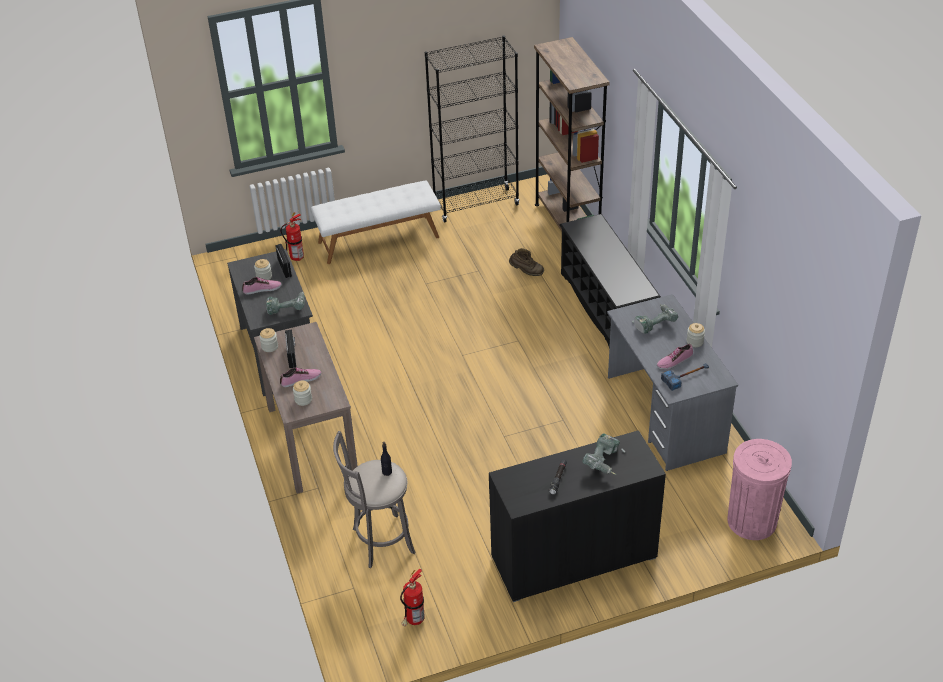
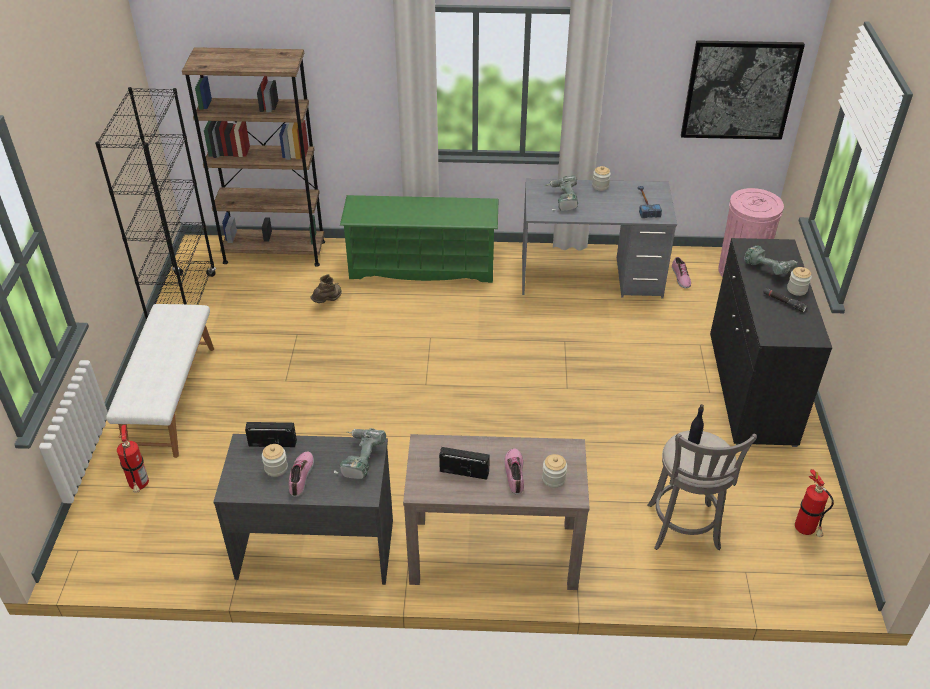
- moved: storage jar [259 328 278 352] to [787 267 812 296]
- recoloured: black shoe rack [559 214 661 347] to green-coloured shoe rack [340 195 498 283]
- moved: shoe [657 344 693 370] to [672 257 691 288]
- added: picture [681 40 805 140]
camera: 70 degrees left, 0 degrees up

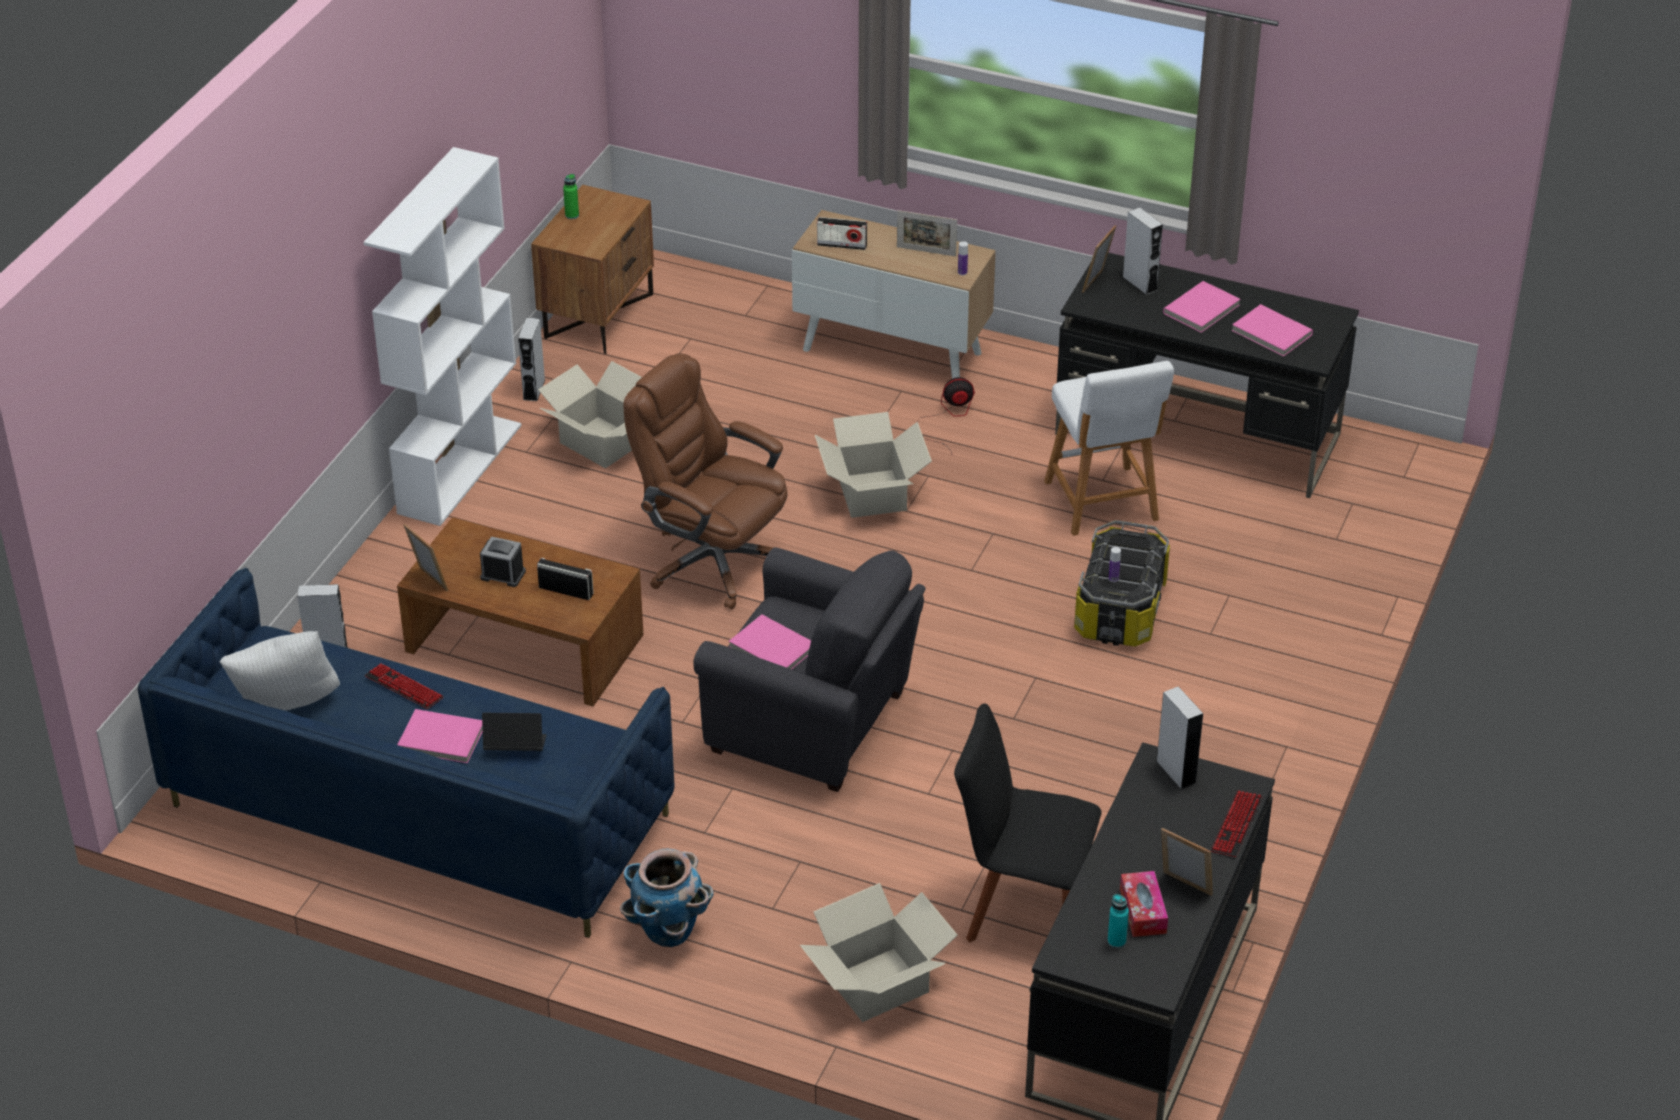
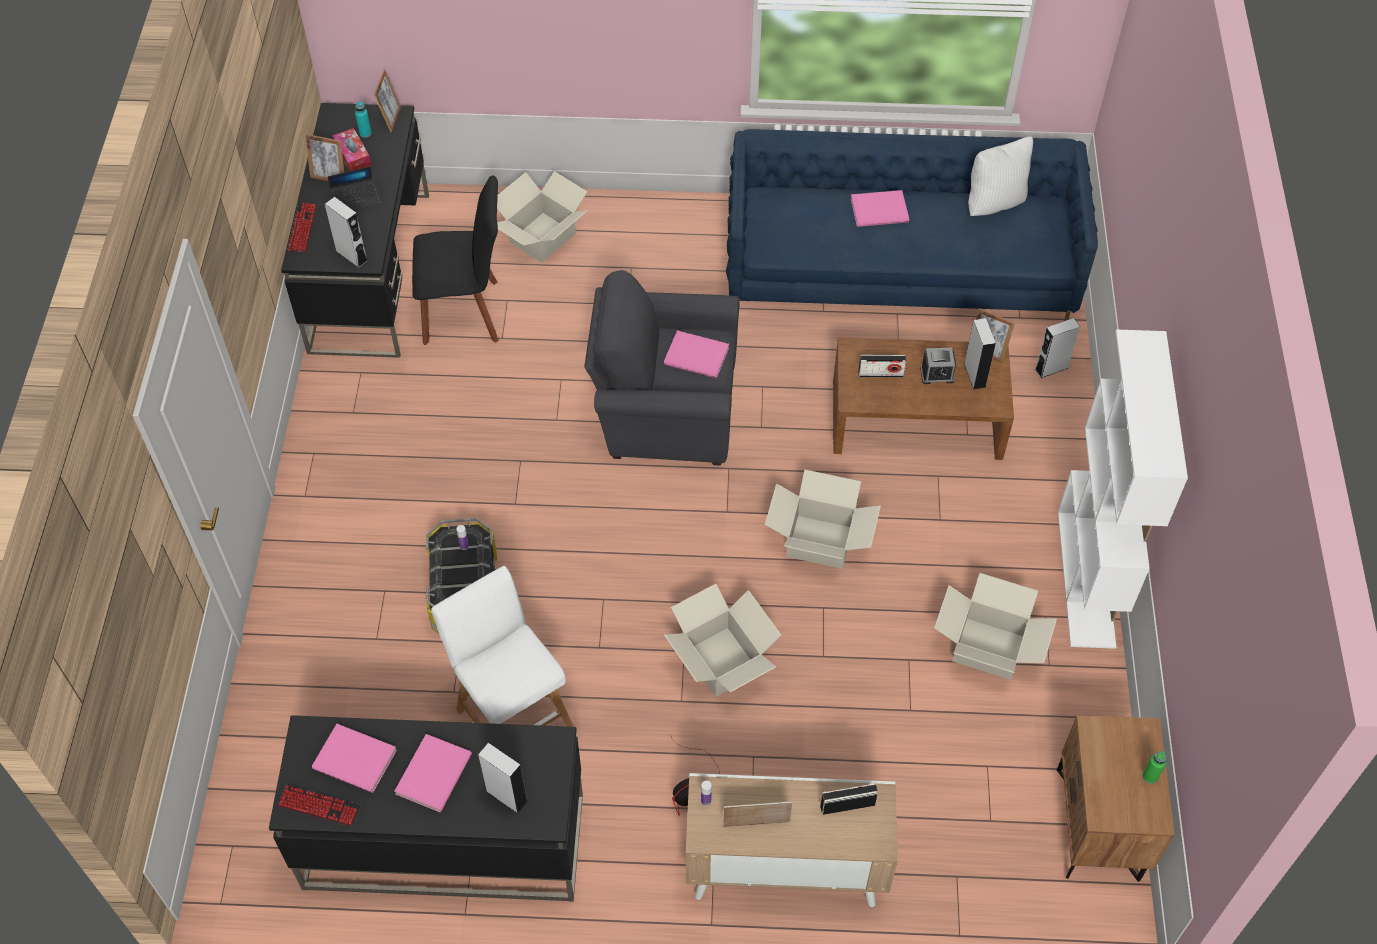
- moved: computer keyboard [365 663 444 709] to [277 785 361 827]
- moved: notebook computer [482 713 547 751] to [328 166 380 210]
- moved: greyish speaker [518 318 545 401] to [964 318 996 390]
- removed: flower pot [620 849 714 947]
- replaced: brown-coloured desk chair [624 353 788 610] to carton [765 470 881 569]
- moved: standing frame [1082 225 1116 293] to [374 69 401 132]
camera: 160 degrees right, 15 degrees up

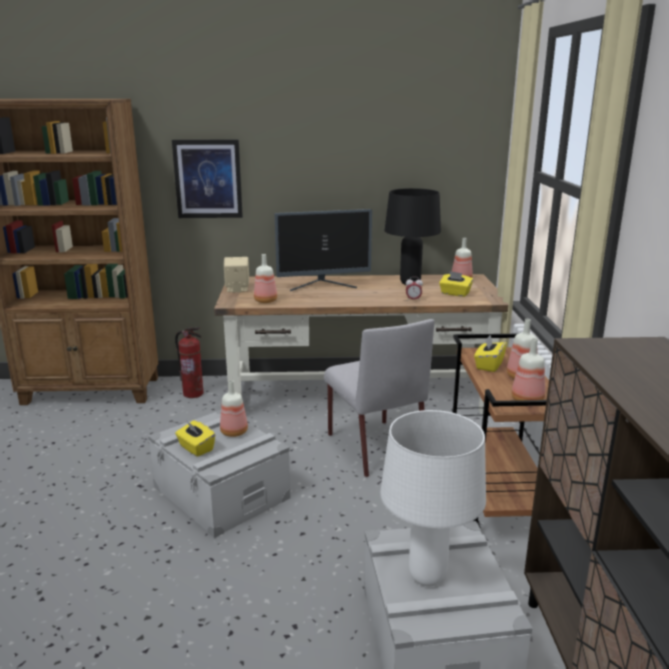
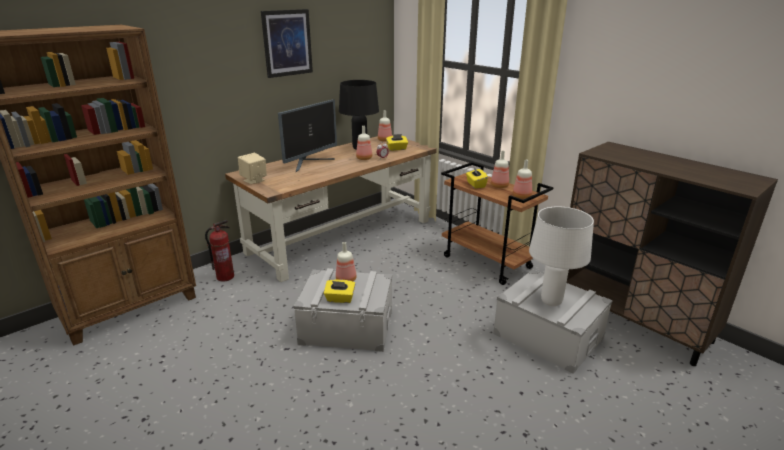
- moved: picture [172 140 243 218] to [261 9 313 78]
- moved: drink bottle [254 254 277 303] to [356 126 372 160]
- removed: greyish plain chair [324 319 435 477]
camera: 40 degrees left, 5 degrees up

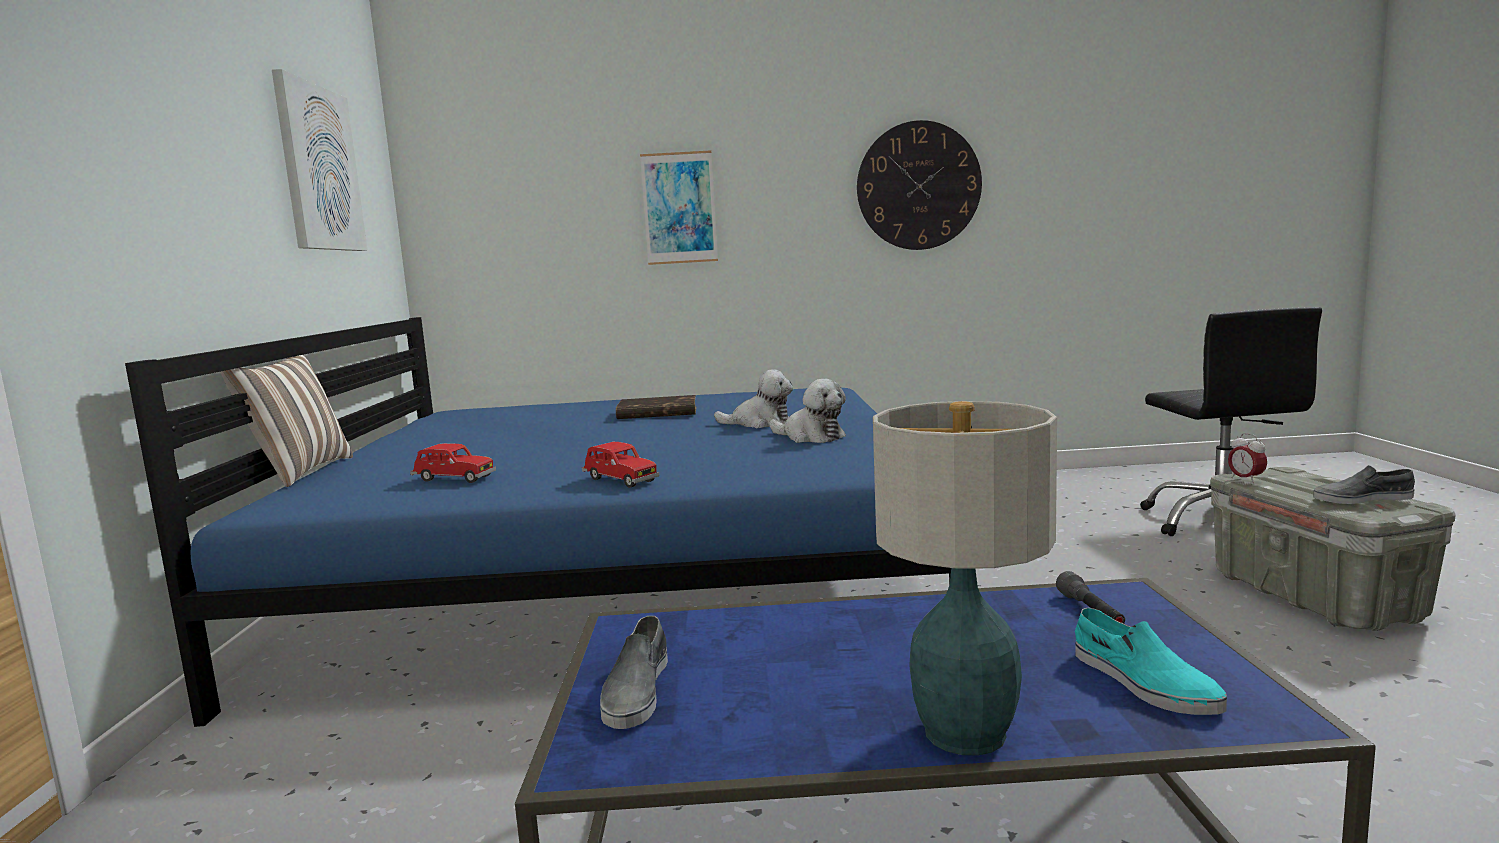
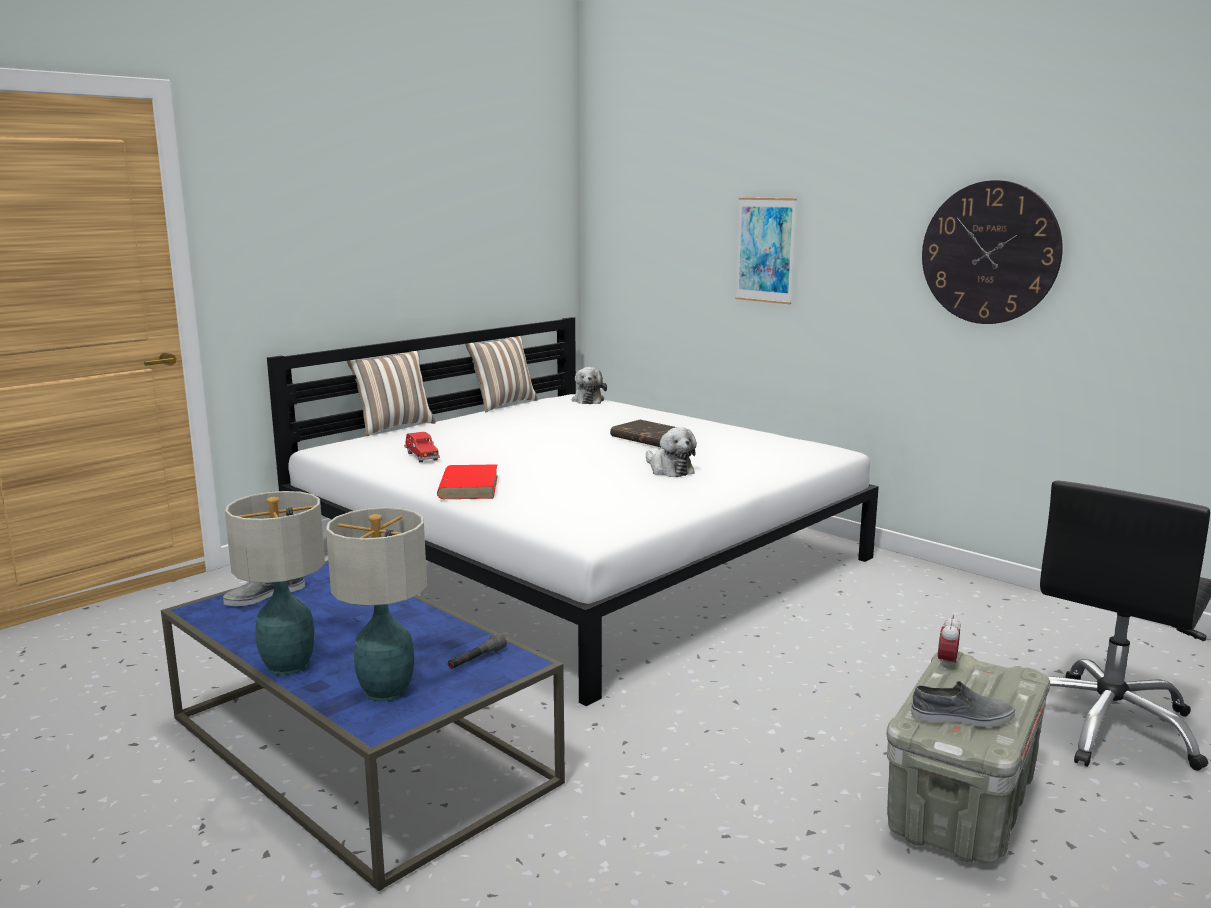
- recoloured: bluish bedroom bed [125 317 951 727] to white bedroom bed [267 317 879 706]
- removed: picture [272 69 367 251]
- replaced: red-coloured miniature car [582 442 659 488] to red-coloured book [437 464 498 499]
- moved: cuddly toy [769 379 846 443] to [572 367 607 404]
- replaced: turquoise shoe [1075 608 1227 715] to table lamp [326 507 427 702]
- turned: greyish shoe [1313 465 1415 504] = [911 681 1015 727] 135 degrees clockwise
- added: cushion [465 336 538 412]
camera: 45 degrees right, 5 degrees up

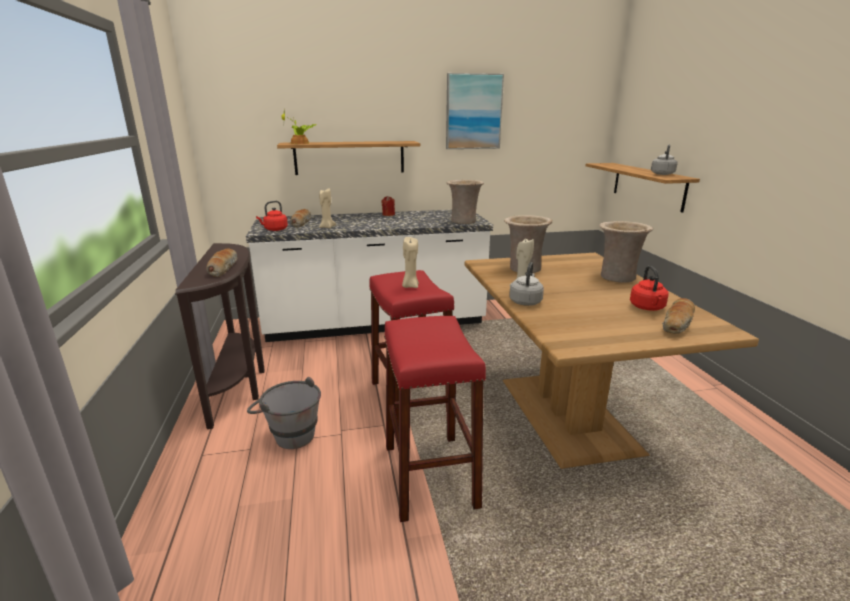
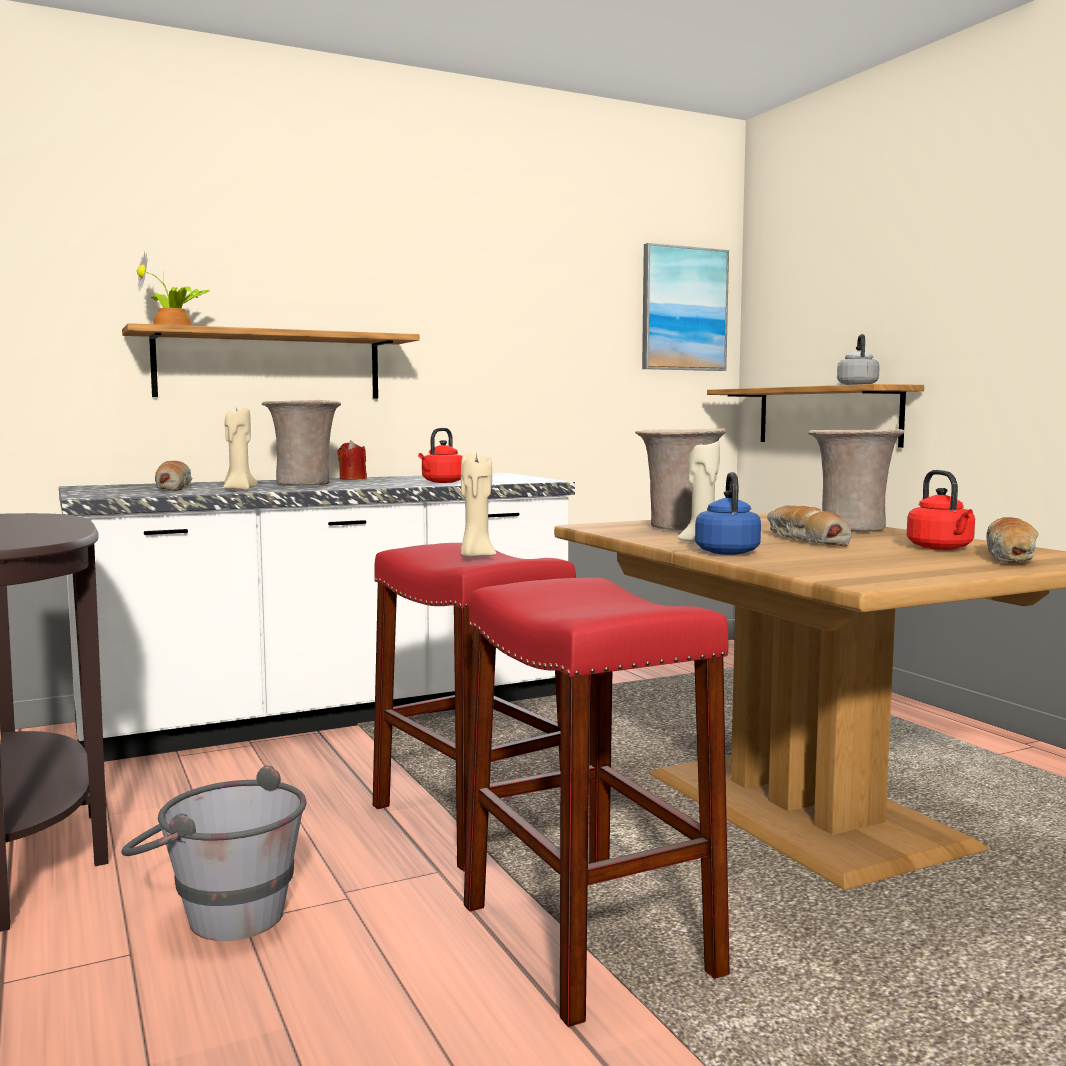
- moved: bakery bread [206 248 237 277] to [767 505 852 546]
- moved: red-coloured kettle [256 201 288 231] to [418 428 463 483]
- moved: picture [446 73 504 149] to [642 243 729 371]
- moved: beige vase [446 180 484 224] to [262 400 341 485]
- recoloured: greyish kettle [509 262 544 306] to bluish kettle [695 472 761 555]
camera: 15 degrees left, 15 degrees down

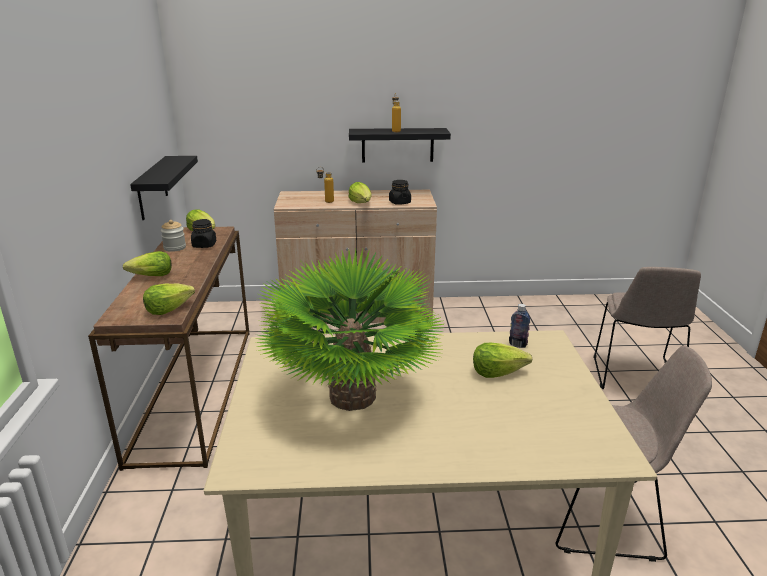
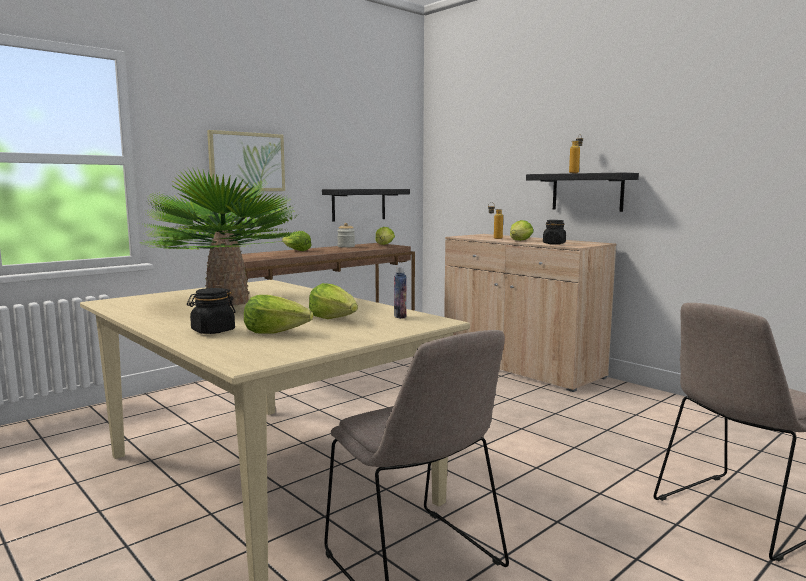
- moved: lettuce [143 283 195 315] to [244 295 313 334]
- moved: black storage jar [191 219 217 248] to [187 288 236 334]
- added: picture [207 130 285 191]
camera: 50 degrees right, 15 degrees down

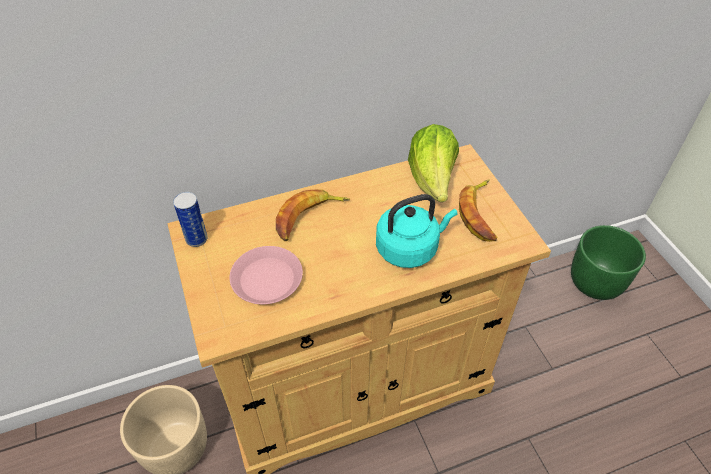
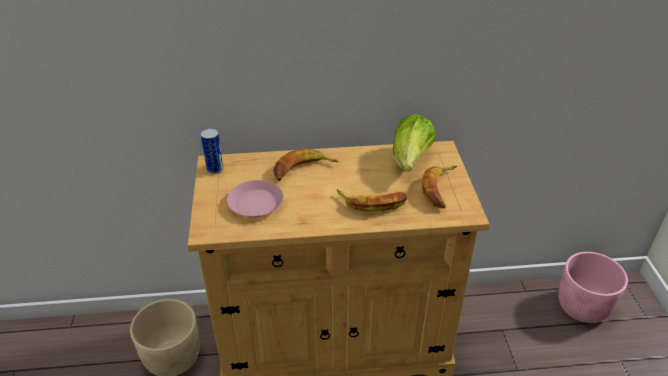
- replaced: turquoise kettle [376 194 458 268] to whole banana [337 189 408 211]
- recoloured: green-coloured flower pot [571 225 646 300] to pinkish flower pot [558 252 628 323]
camera: 15 degrees right, 10 degrees down

